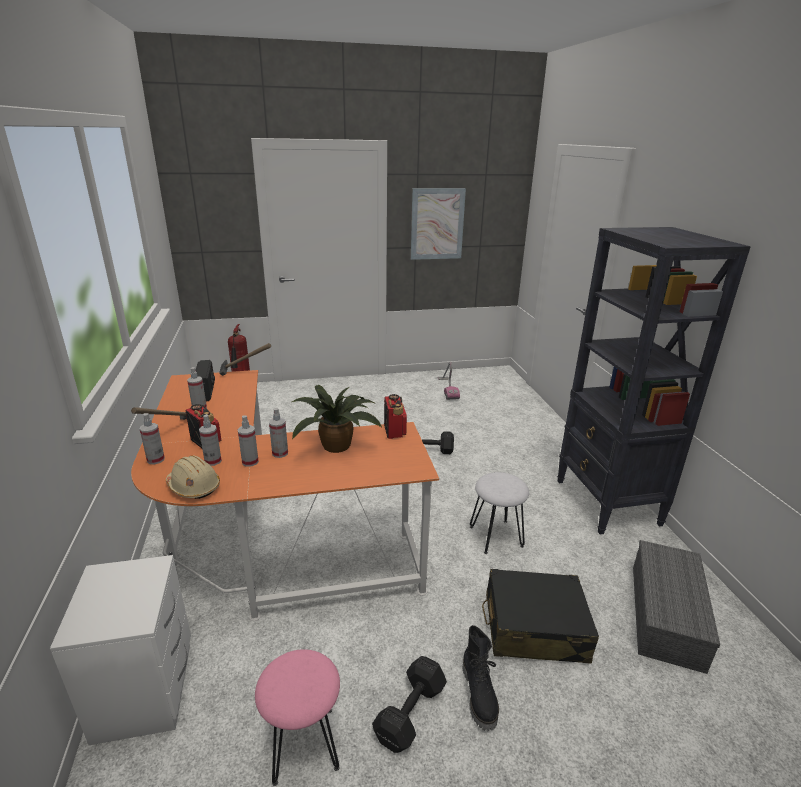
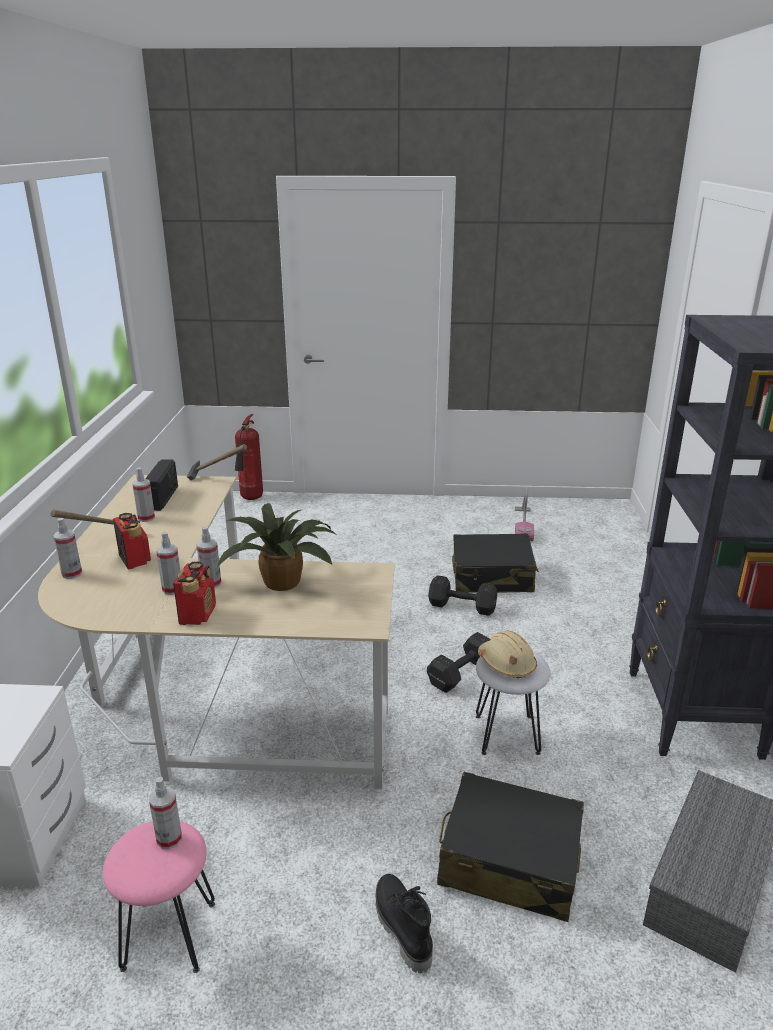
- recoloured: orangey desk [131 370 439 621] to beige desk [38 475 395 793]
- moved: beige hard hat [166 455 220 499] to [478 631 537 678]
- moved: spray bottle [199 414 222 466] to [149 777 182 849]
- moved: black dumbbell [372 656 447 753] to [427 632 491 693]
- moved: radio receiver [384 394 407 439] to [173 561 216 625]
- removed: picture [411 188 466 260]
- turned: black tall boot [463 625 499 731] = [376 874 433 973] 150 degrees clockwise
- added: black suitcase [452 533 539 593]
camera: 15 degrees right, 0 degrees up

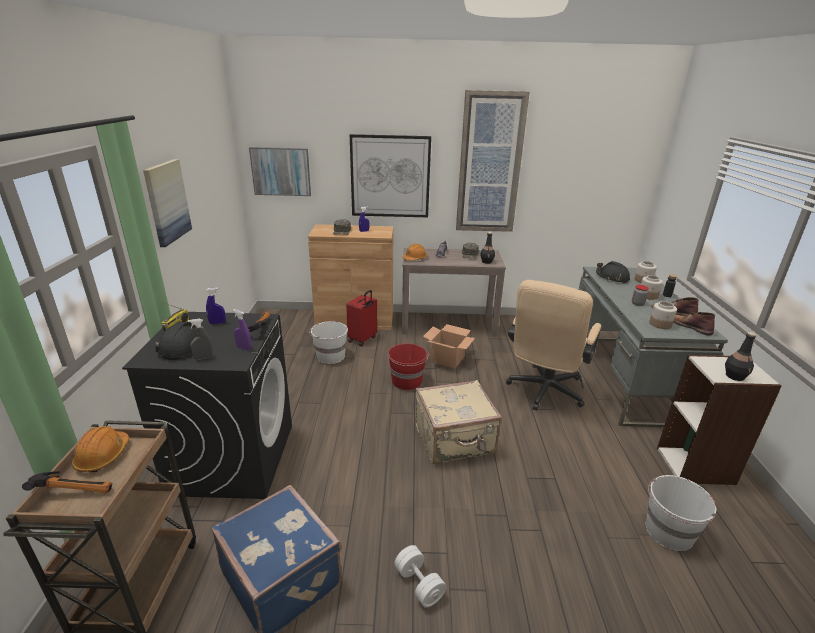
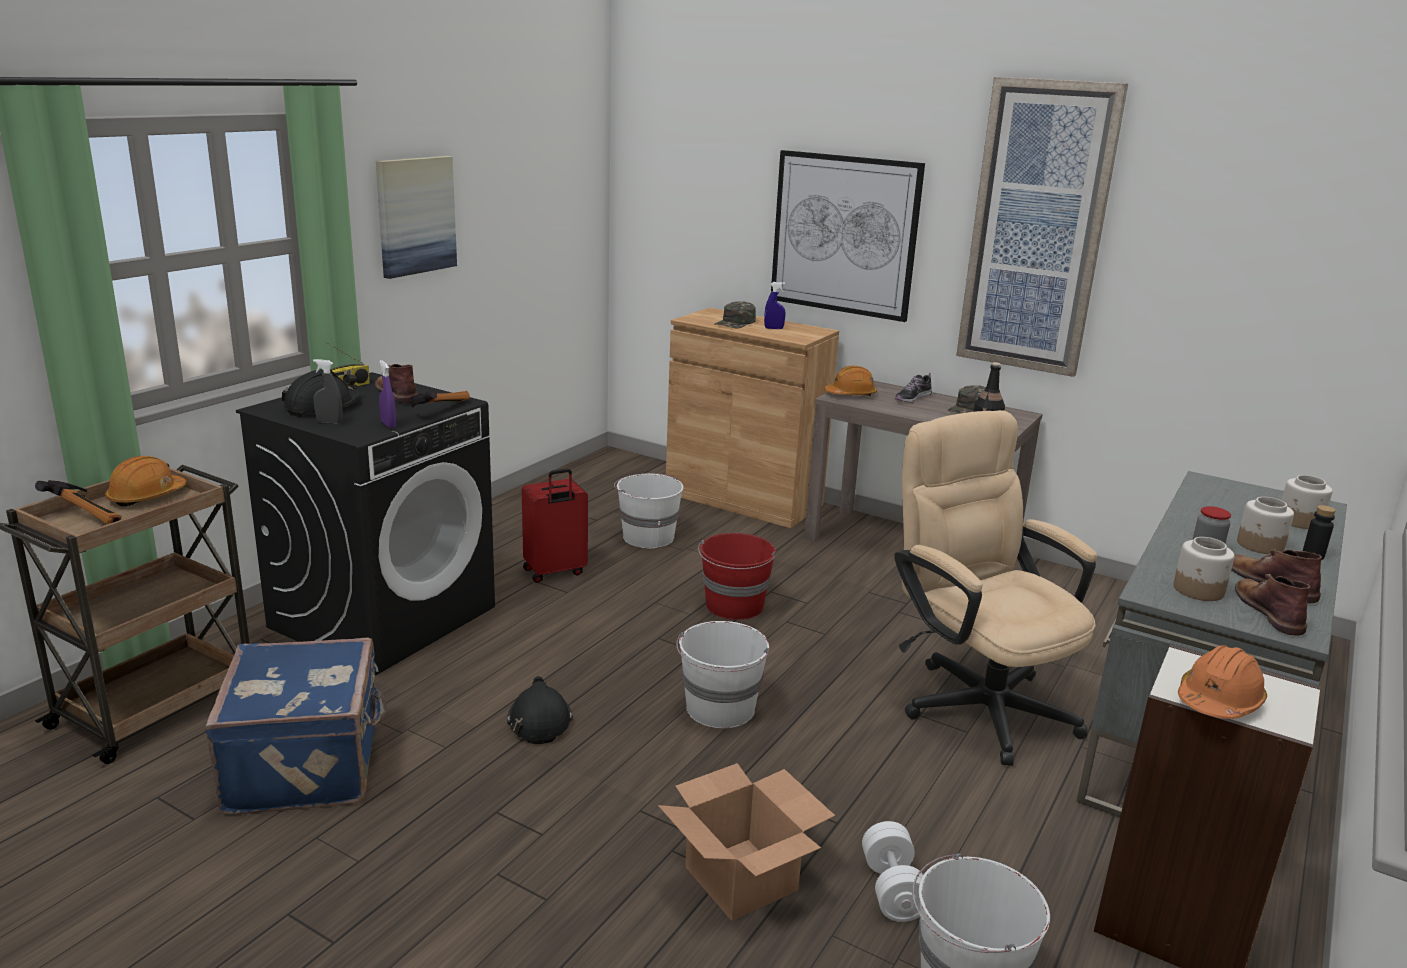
- replaced: bluish spray bottle [206 288 226 324] to brown-coloured tall boot [375 364 418 403]
- removed: picture [249 147 311 196]
- moved: red-coloured suitcase [346 290 377 346] to [522 468 588 583]
- moved: white dumbbell [394 545 446 608] to [862 821 923 922]
- replaced: beige suitcase [416 380 502 464] to white bucket [676 621 769 728]
- moved: carton [423 324 475 369] to [658 763 835 921]
- turned: beige desk chair [506 280 601 410] = [894 410 1097 766] 90 degrees clockwise
- moved: black hard hat [596 261 630 283] to [507 676 573 744]
- replaced: black drink bottle [725 332 756 381] to orangey hard hat [1178 645 1267 719]
camera: 30 degrees right, 5 degrees down

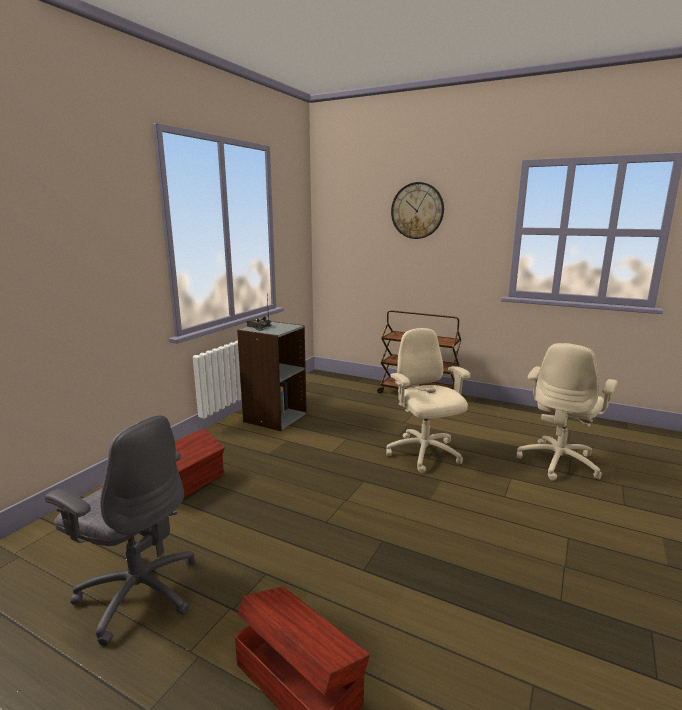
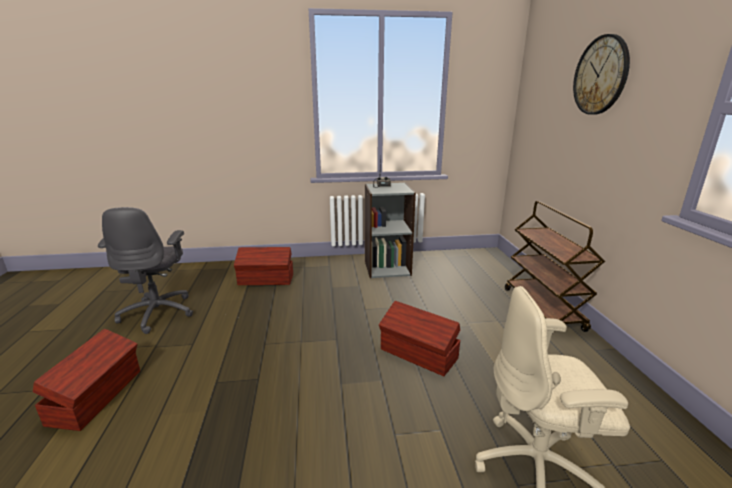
- replaced: beige desk chair [386 328 470 473] to brown-coloured storage bin [379 301 461 376]
camera: 55 degrees right, 5 degrees up

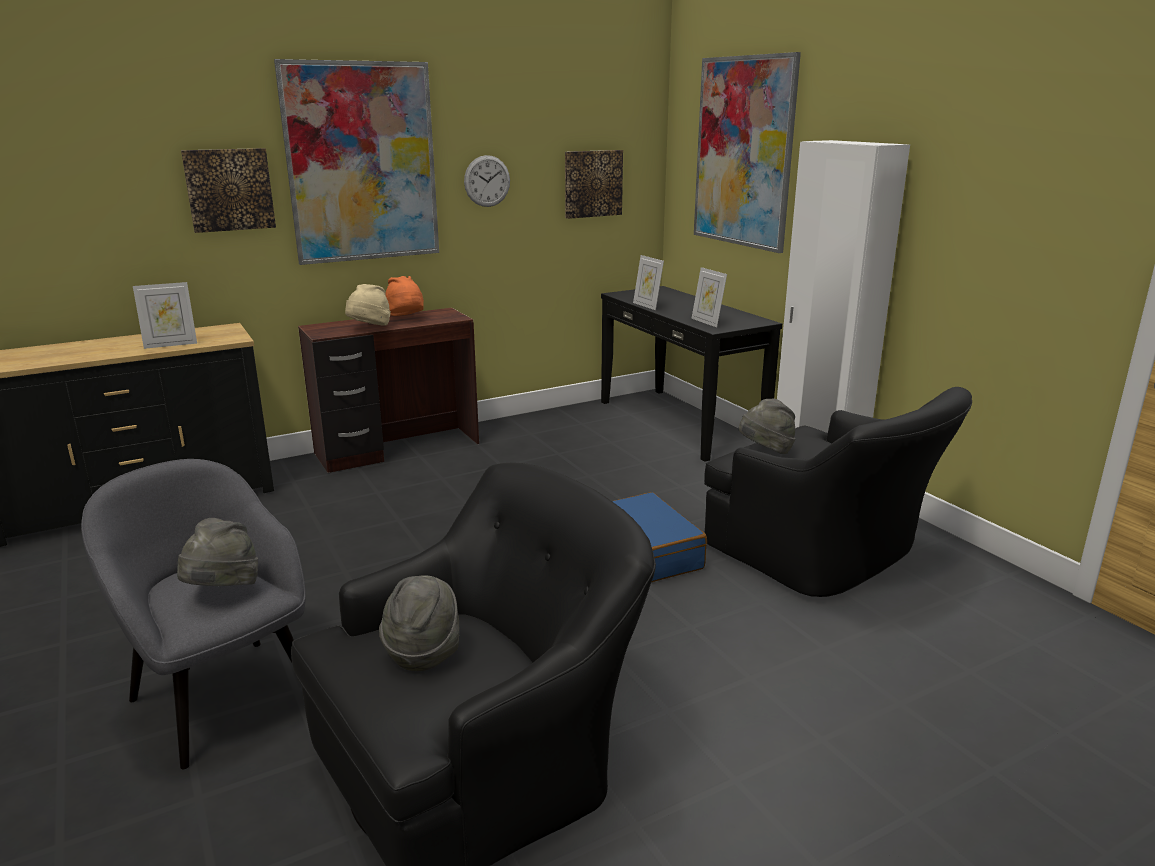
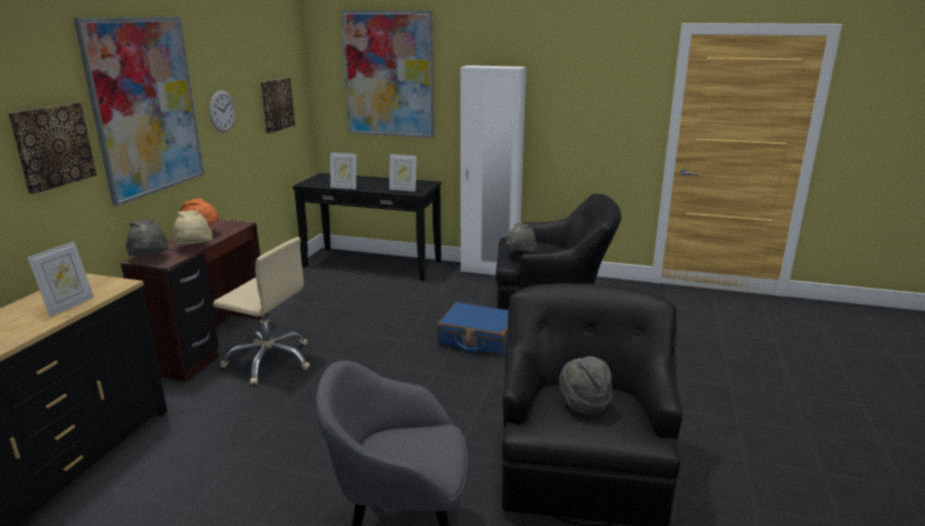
- moved: greyish wearable hat [177 518 258 586] to [126 219 168 256]
- added: beige desk chair [213 237 310 384]
camera: 45 degrees left, 0 degrees up

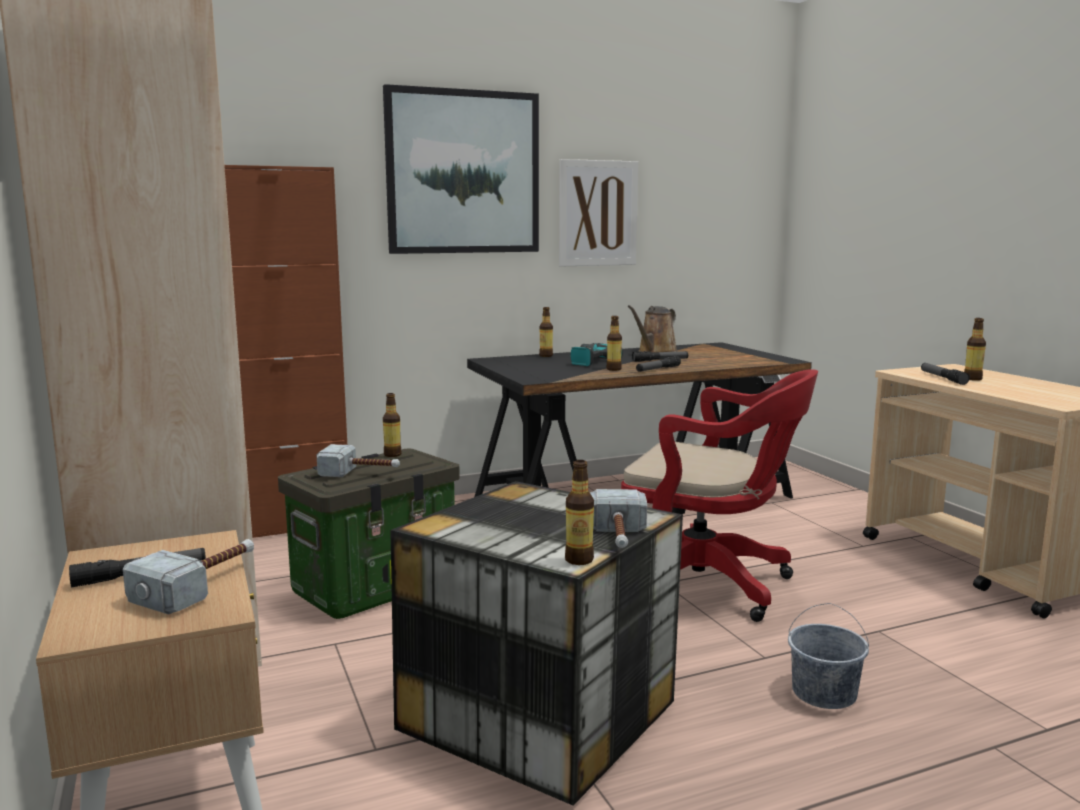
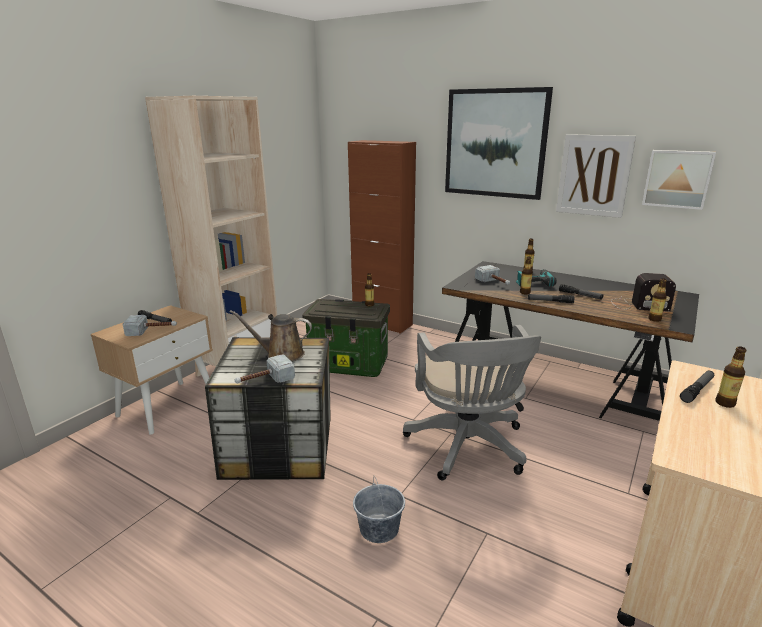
- moved: hammer [317 444 400 477] to [475 265 510 285]
- moved: drink bottle [565 460 594 565] to [648 278 667 322]
- recoloured: red-coloured desk chair [621 370 818 622] to greyish desk chair [403 325 541 480]
- moved: brown-coloured watering pot [628 305 678 353] to [230 310 312 361]
- added: radio receiver [611 273 676 312]
- added: picture [642 150 716 210]
camera: 55 degrees right, 10 degrees up

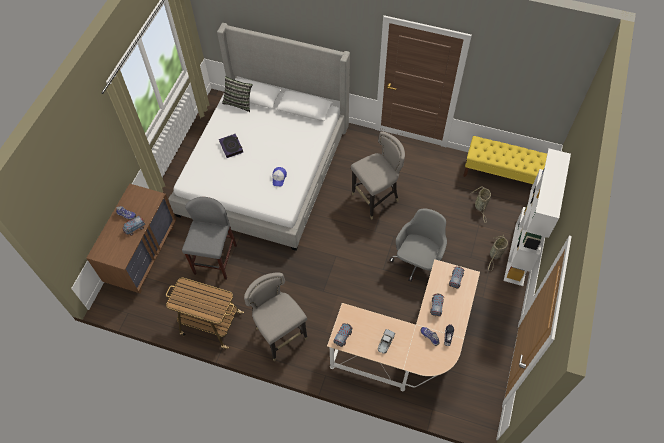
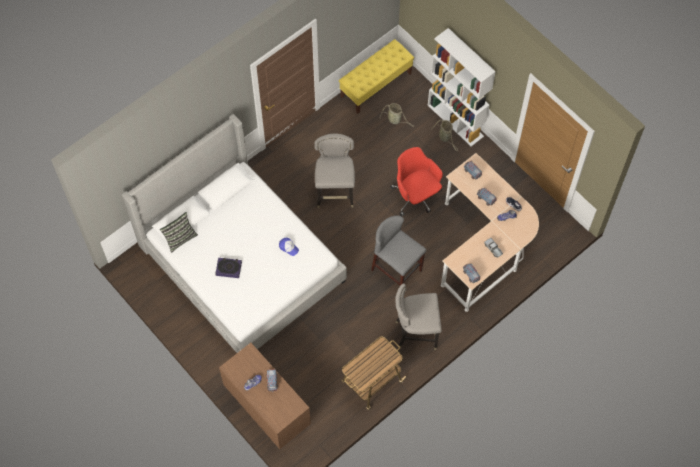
- moved: greyish sitting stool [182 197 237 280] to [371 216 426 286]
- recoloured: greyish desk chair [389 209 447 282] to red-coloured desk chair [390 147 443 216]
camera: 60 degrees left, 5 degrees up

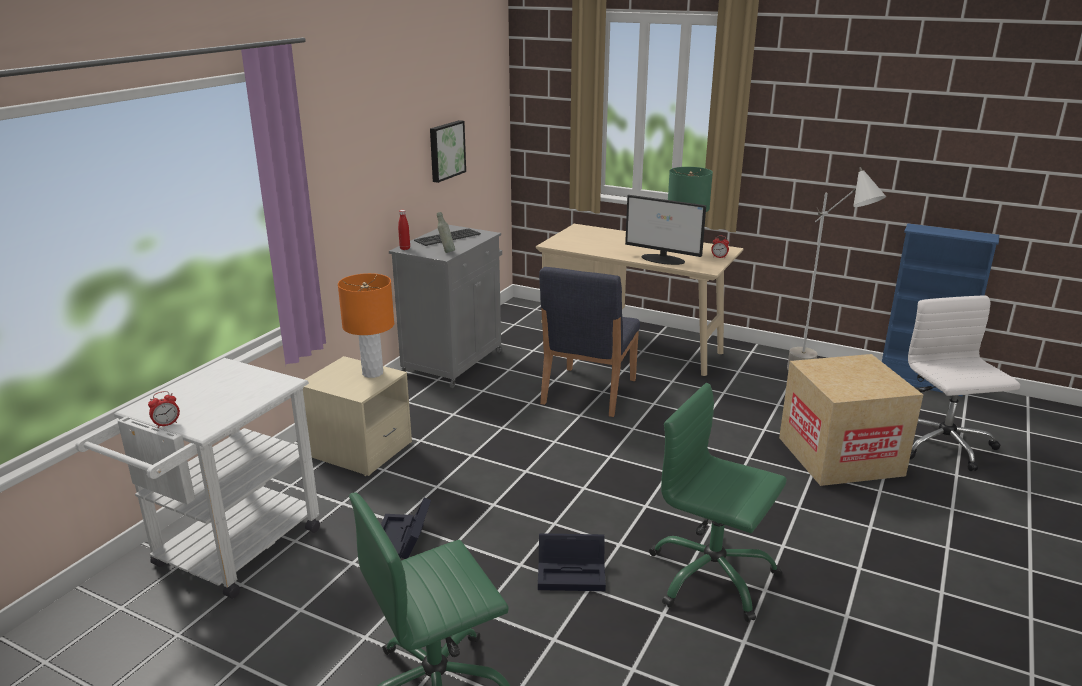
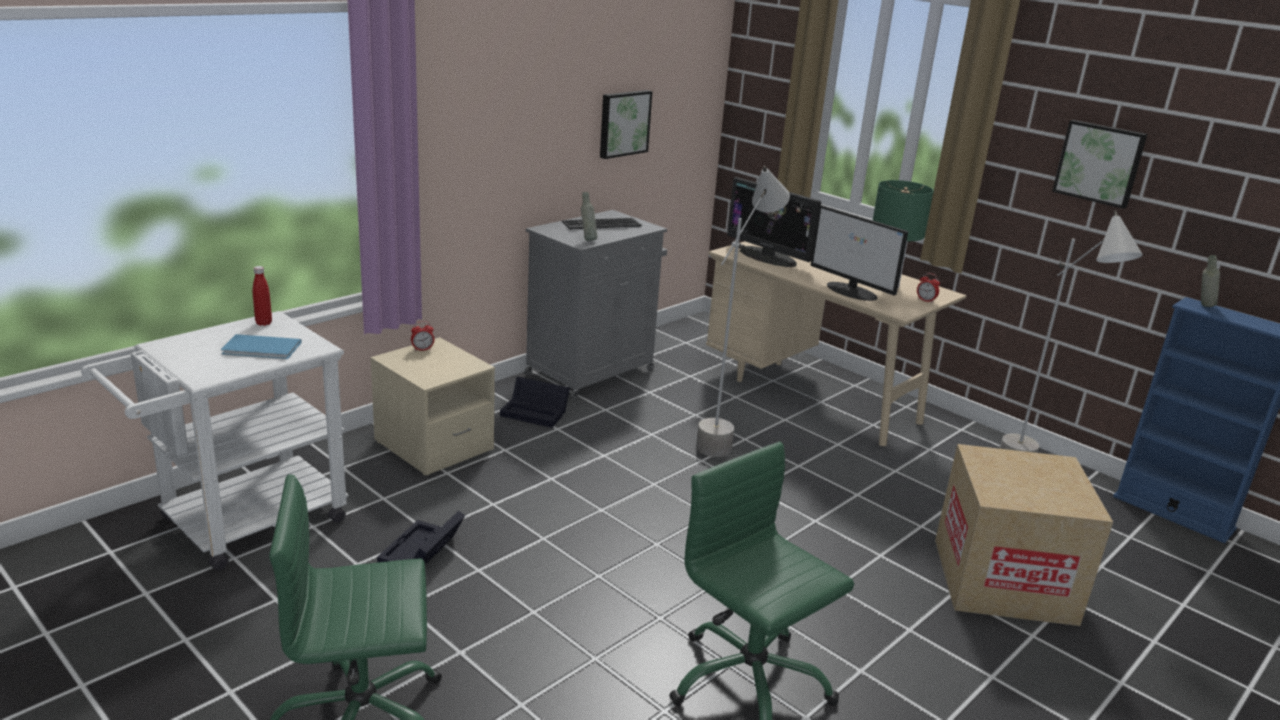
- moved: table clock [148 391 180 428] to [411 321 434 351]
- removed: orangey table lamp [338 273 394 378]
- moved: red-coloured drink bottle [398 210 410 250] to [253 266 272 326]
- moved: black storage bin [538 533 606 591] to [500 377 570 428]
- replaced: bluish plain chair [539 267 640 417] to greyish standard lamp [696 166 790 457]
- removed: white desk chair [908 296 1020 471]
- added: bluish book [221 334 302 359]
- added: monitor [727 177 821 267]
- added: picture [1052 120 1147 209]
- added: greyish drink bottle [1201 255 1220 307]
camera: 15 degrees right, 0 degrees up

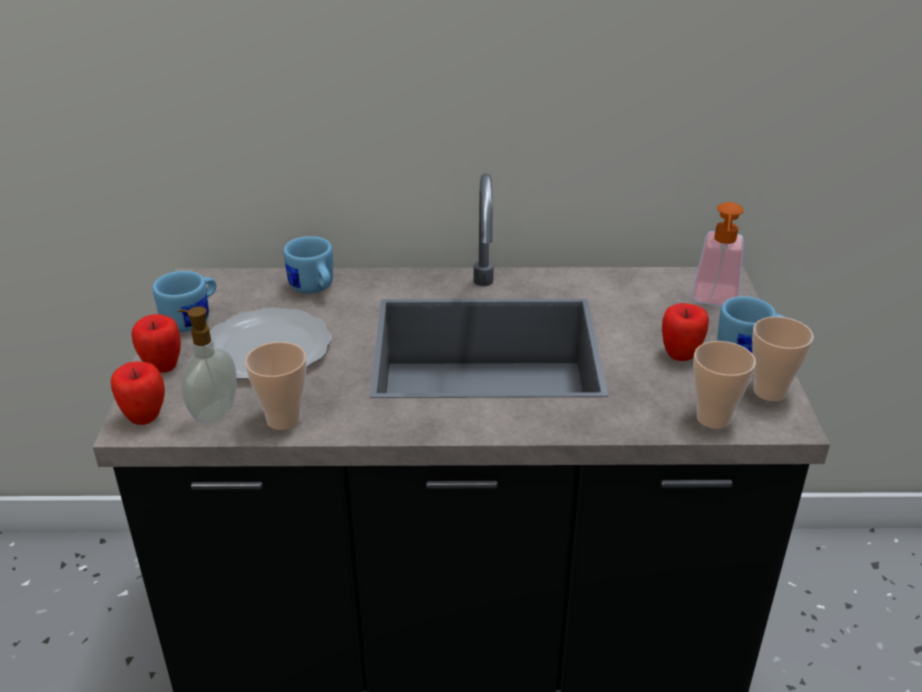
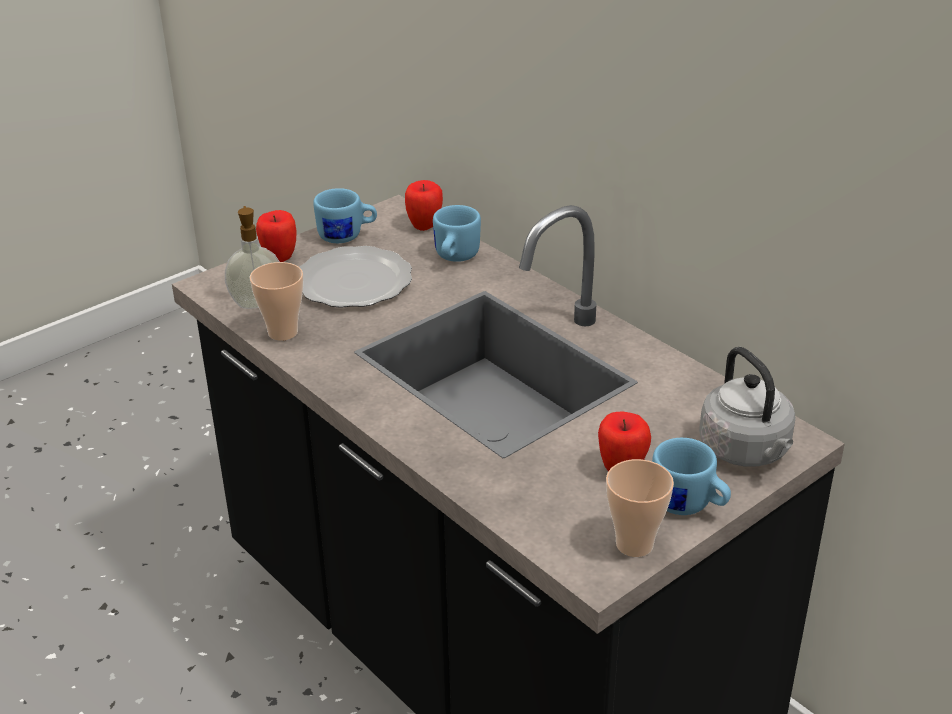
- moved: apple [111 361 165 425] to [405 180 443 231]
- replaced: soap dispenser [693 202 744 306] to greyish kettle [699 347 796 466]
- removed: drinking cup [693 341 756 429]
camera: 50 degrees right, 0 degrees up

